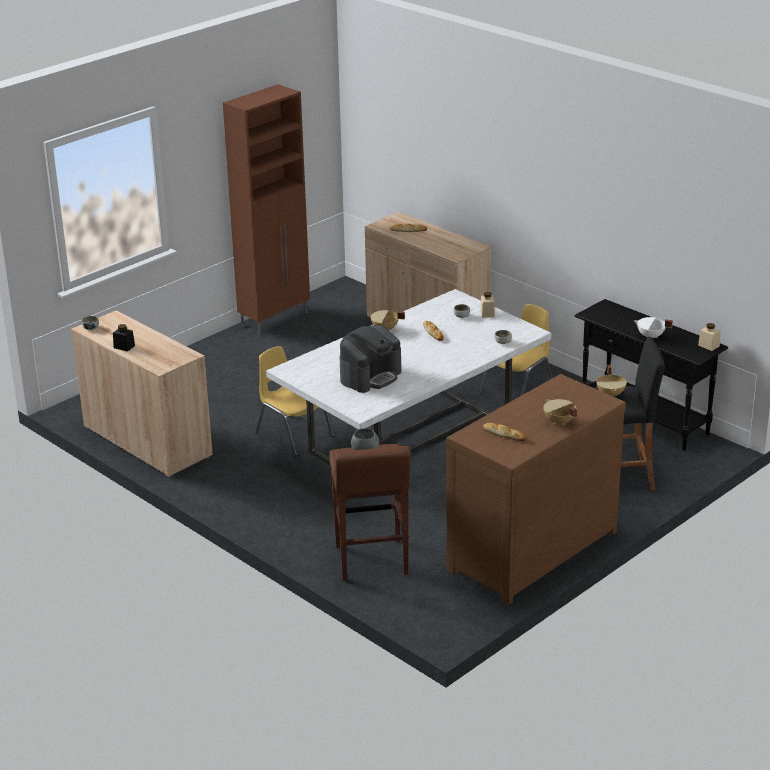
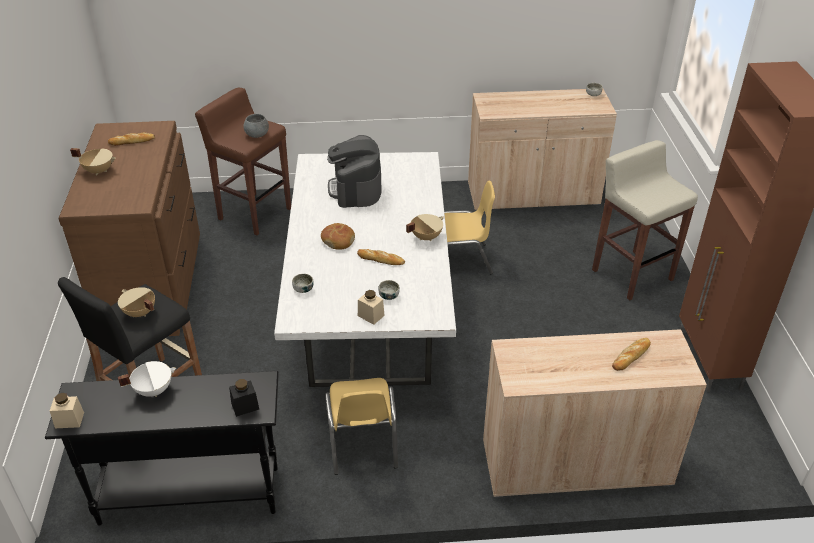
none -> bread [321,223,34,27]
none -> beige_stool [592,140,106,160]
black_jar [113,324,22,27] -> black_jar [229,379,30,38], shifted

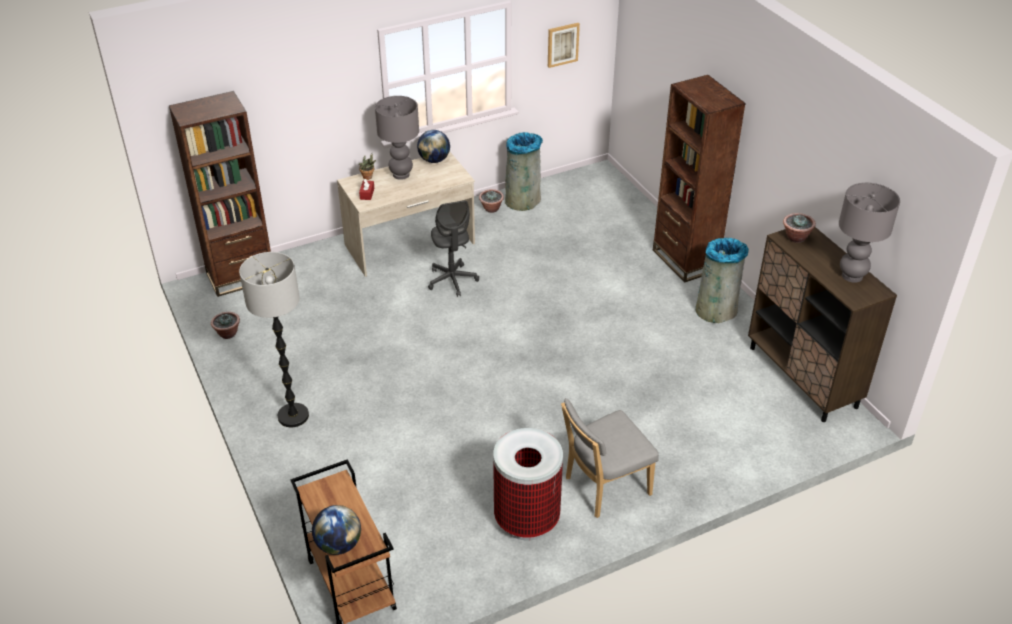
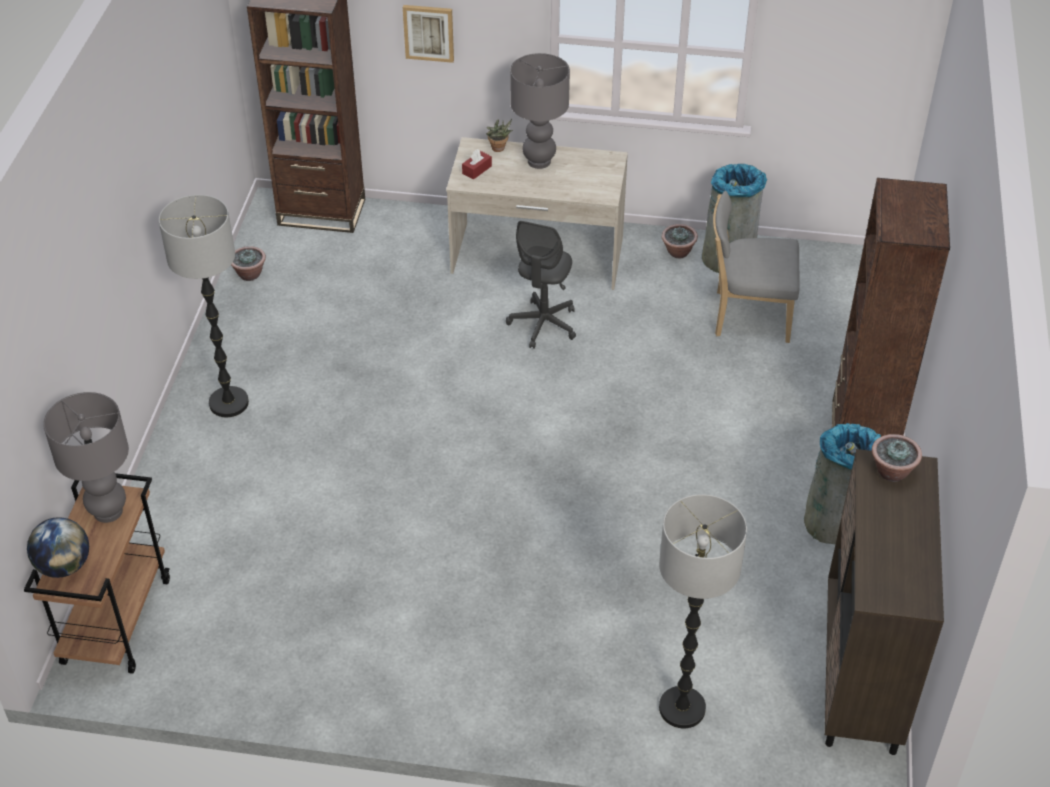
globe [417,130,33,33] -> none
trash_can [493,428,70,112] -> none
none -> floor_lamp [659,494,88,234]
picture [548,23,32,45] -> picture [403,5,51,58], shifted
grey_chair [561,398,98,120] -> grey_chair [713,191,86,152], shifted
grey_table_lamp [839,183,61,100] -> grey_table_lamp [43,392,86,131], shifted

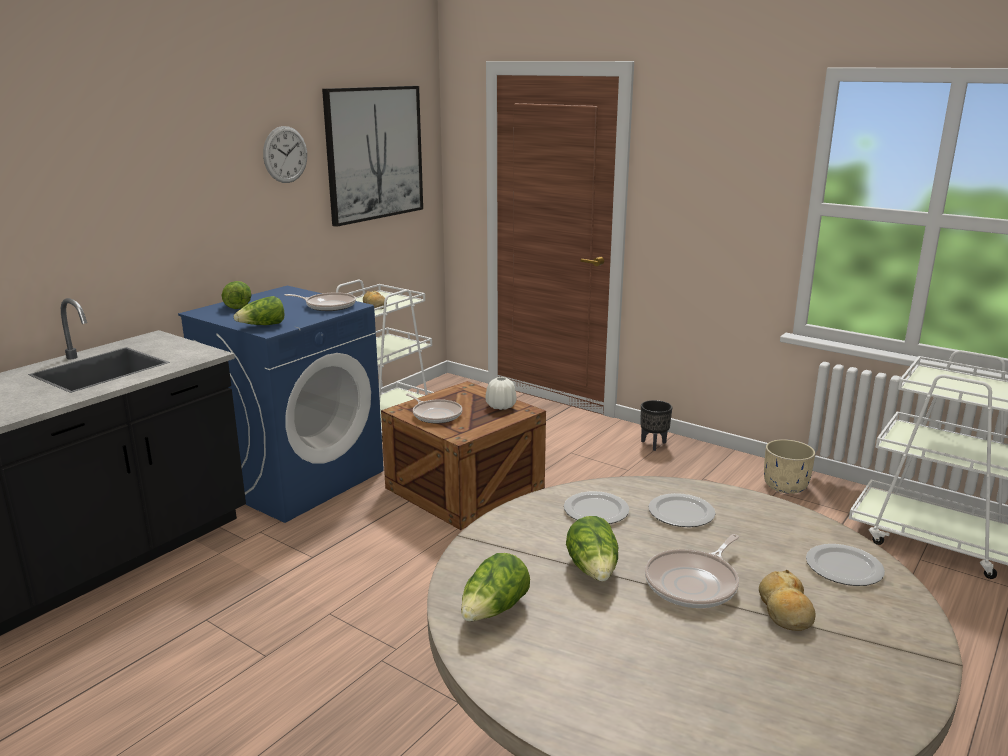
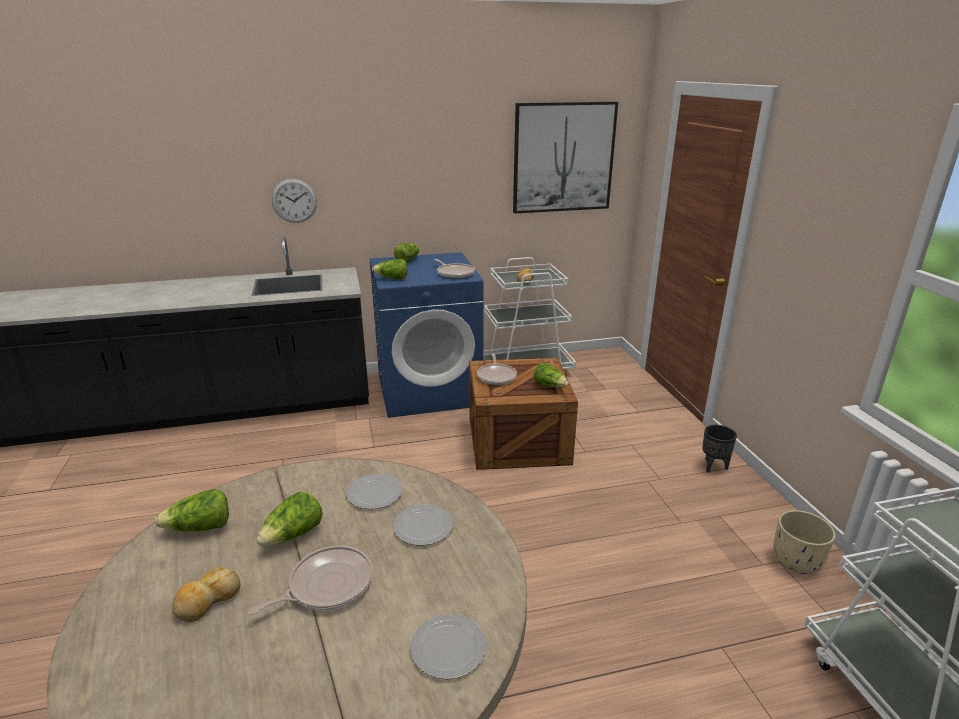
wall_clock [263,126,44,57] -> wall_clock [272,179,45,44], shifted
bread [759,570,56,61] -> bread [172,567,69,55], shifted
white_vase [486,377,30,33] -> lettuce [534,363,35,24]
frying_pan [645,534,94,74] -> frying_pan [248,546,124,69], 150 degrees clockwise

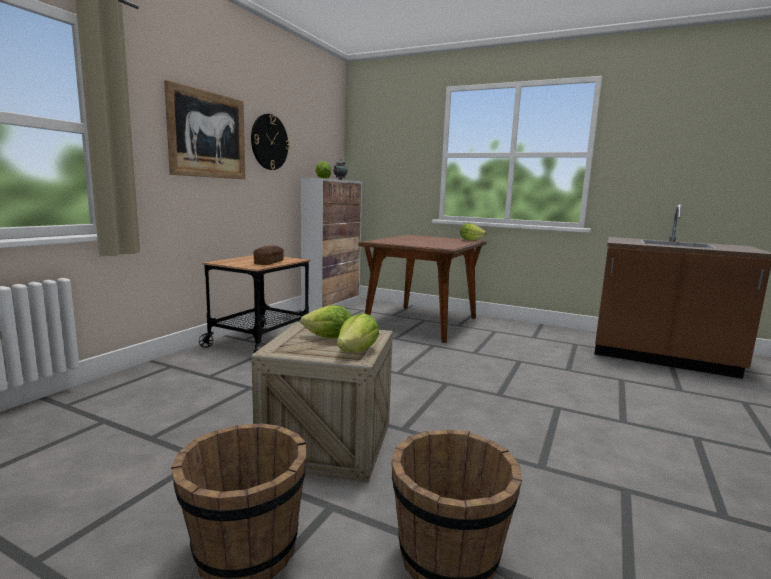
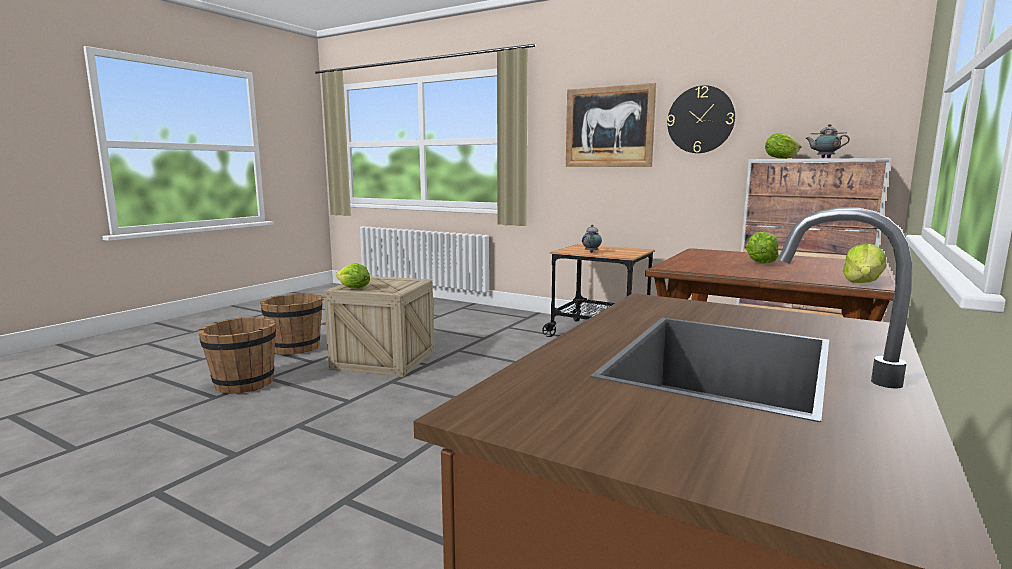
lettuce [301,305,51,33] -> lettuce [746,232,33,31], shifted
bread [253,246,31,19] -> teapot [582,225,20,28]

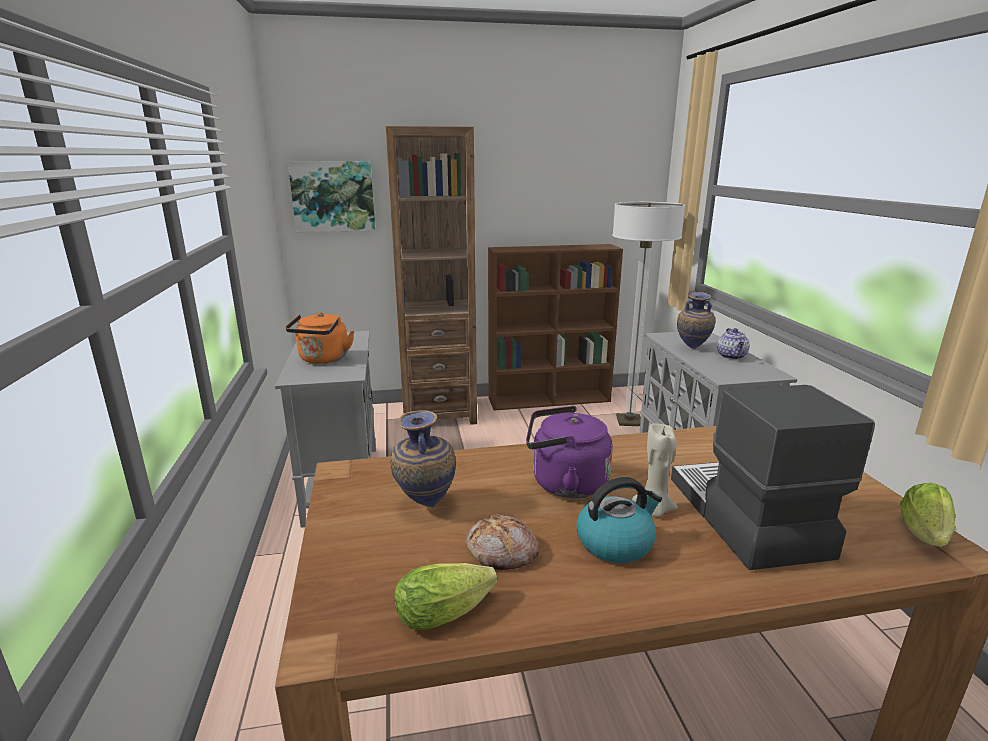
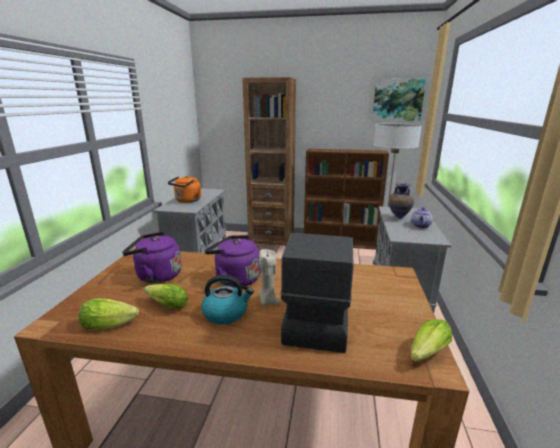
picture [288,161,87,71] -> picture [372,79,54,43], shifted
vase [390,410,66,98] -> purple_kettle [122,232,60,51]
bread [466,514,74,56] -> lettuce [144,284,44,25]

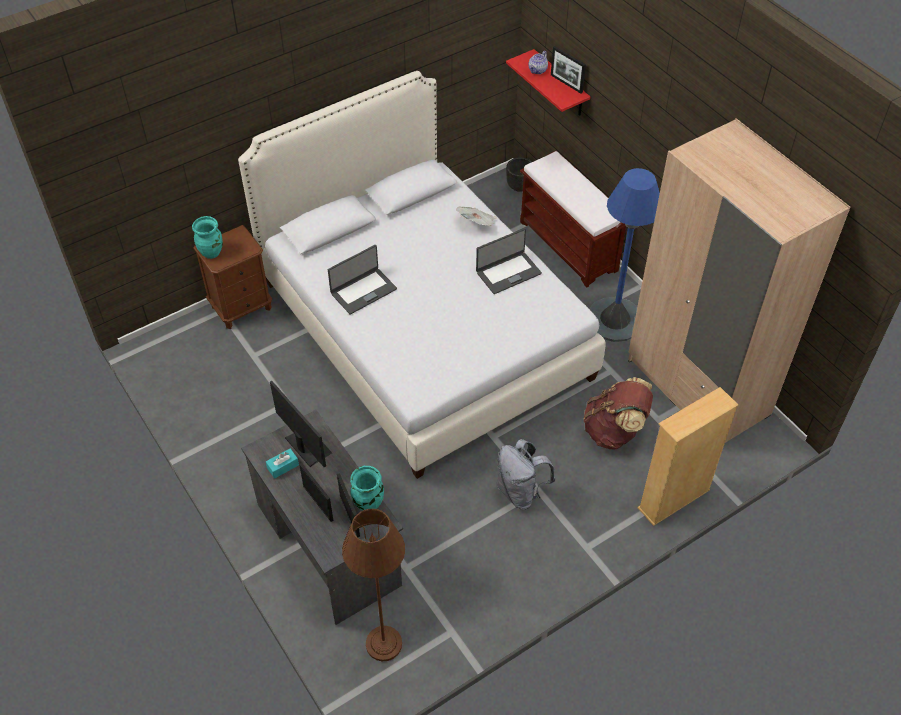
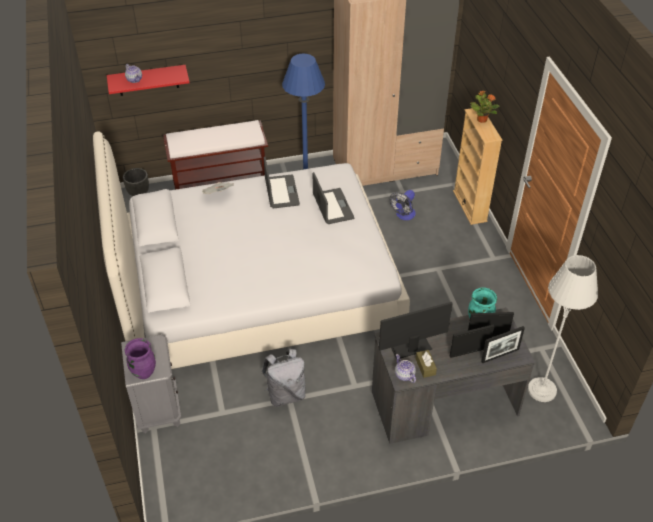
none -> teapot [395,354,21,29]
none -> potted_plant [470,91,29,32]
laptop [328,245,69,70] -> laptop [313,172,41,52], shifted
grey_backpack [497,439,59,71] -> grey_backpack [262,349,44,58], shifted
picture_frame [551,46,35,48] -> picture_frame [481,326,44,37], shifted
brown_backpack [583,377,70,73] -> fan [390,190,26,30]
turquoise_vase [192,216,31,43] -> purple_vase [125,338,31,41]
brown_nightstand [193,225,79,104] -> grey_nightstand [121,335,60,99]
turquoise_tissue_box [266,448,33,31] -> brown_tissue_box [416,350,21,28]
brown_floor_lamp [342,509,63,152] -> grey_floor_lamp [528,255,70,147]

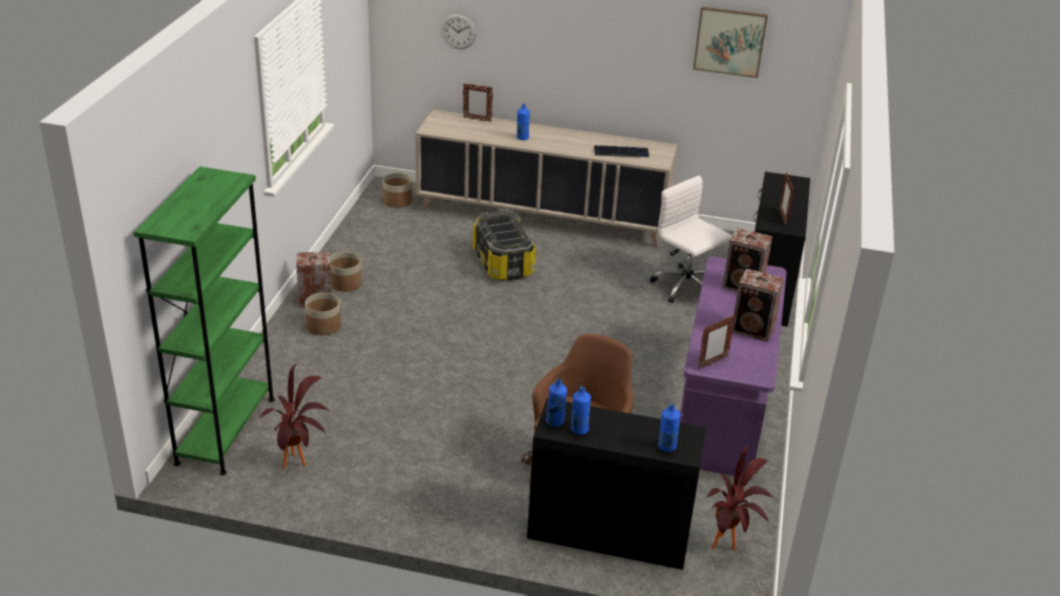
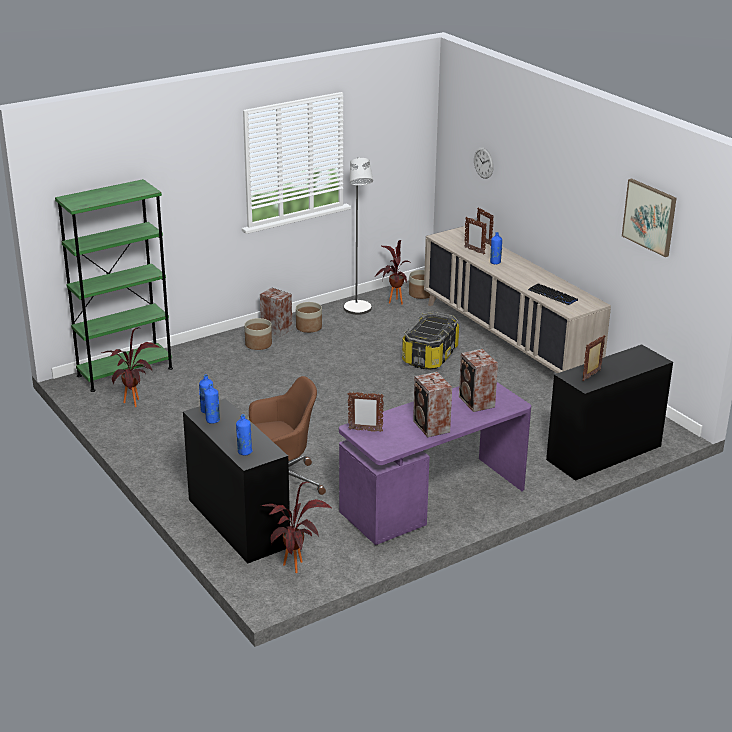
white_office_chair [650,176,82,127] -> none
none -> grey_floor_lamp [344,157,29,158]
none -> potted_plant [374,240,36,64]
none -> picture_frame [465,217,22,38]

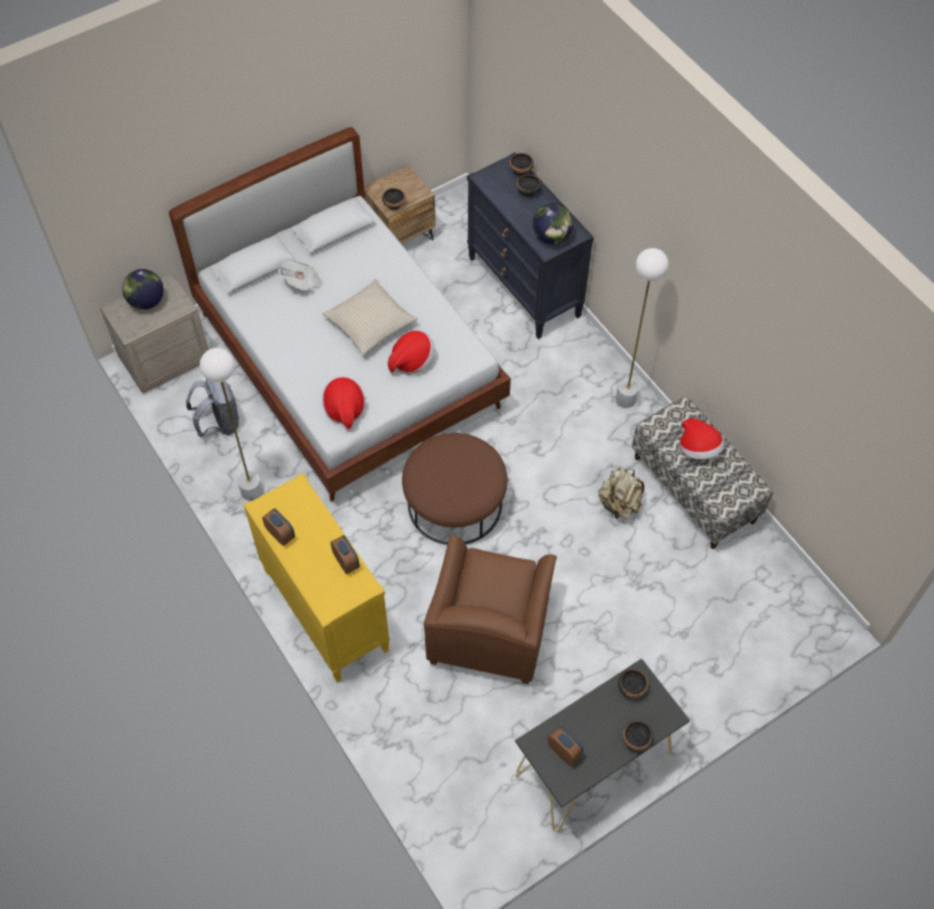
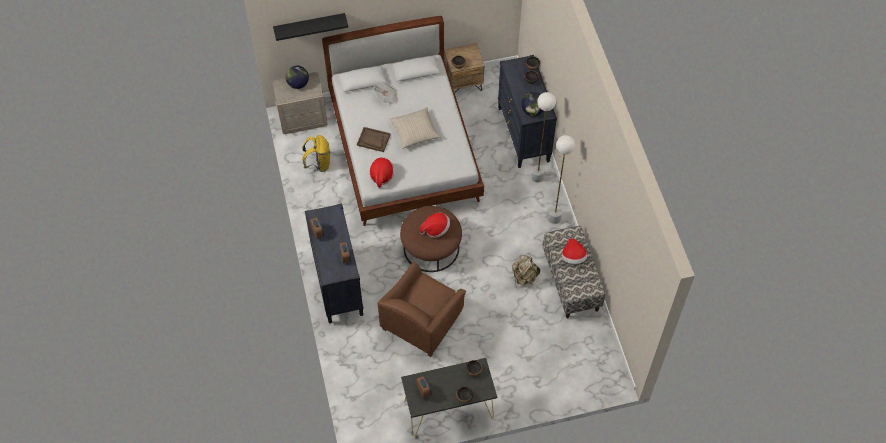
none -> black_shelf [273,13,75,28]
none -> brown_tray [357,127,33,25]
white_floor_lamp [200,348,63,153] -> white_floor_lamp [531,92,25,91], shifted
hat [388,331,46,44] -> hat [420,213,30,25], shifted
grey_backpack [186,379,54,58] -> yellow_backpack [302,135,28,37]
yellow_dresser [243,473,147,209] -> black_dresser [305,203,59,120]

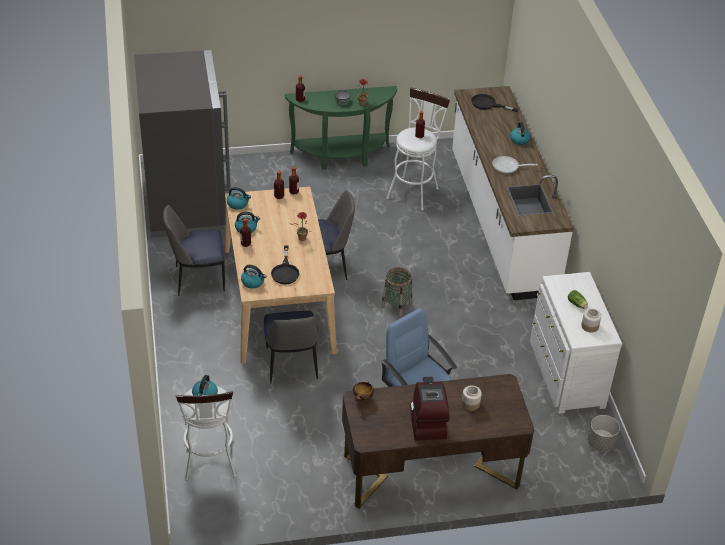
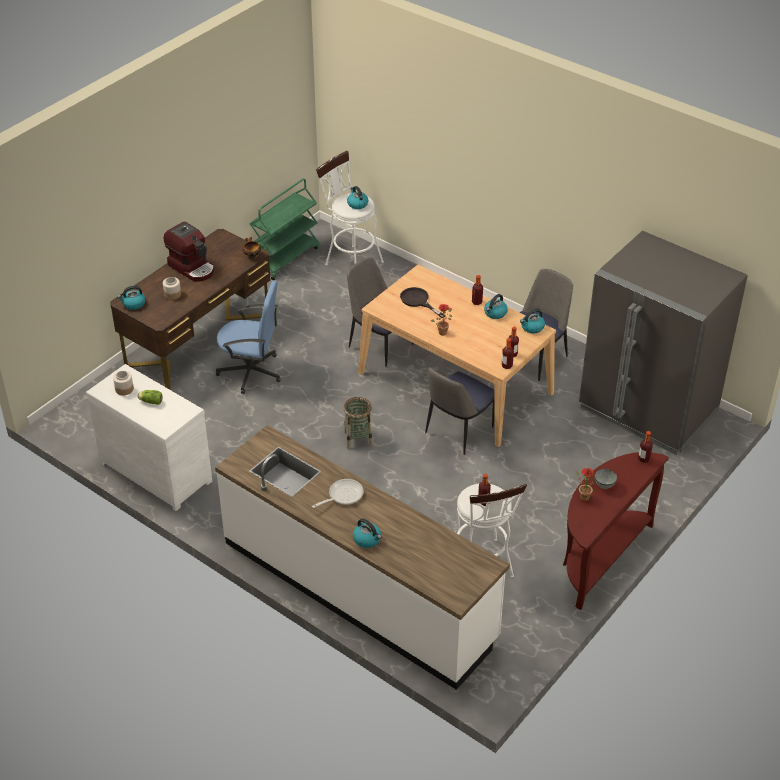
black_frying_pan [471,94,48,18] -> none
grey_planter [587,415,33,37] -> none
none -> green_cart [250,178,69,102]
kettle [241,265,26,23] -> kettle [118,286,27,24], shifted
green_console_table [285,86,112,84] -> brown_console_table [563,452,106,158]

